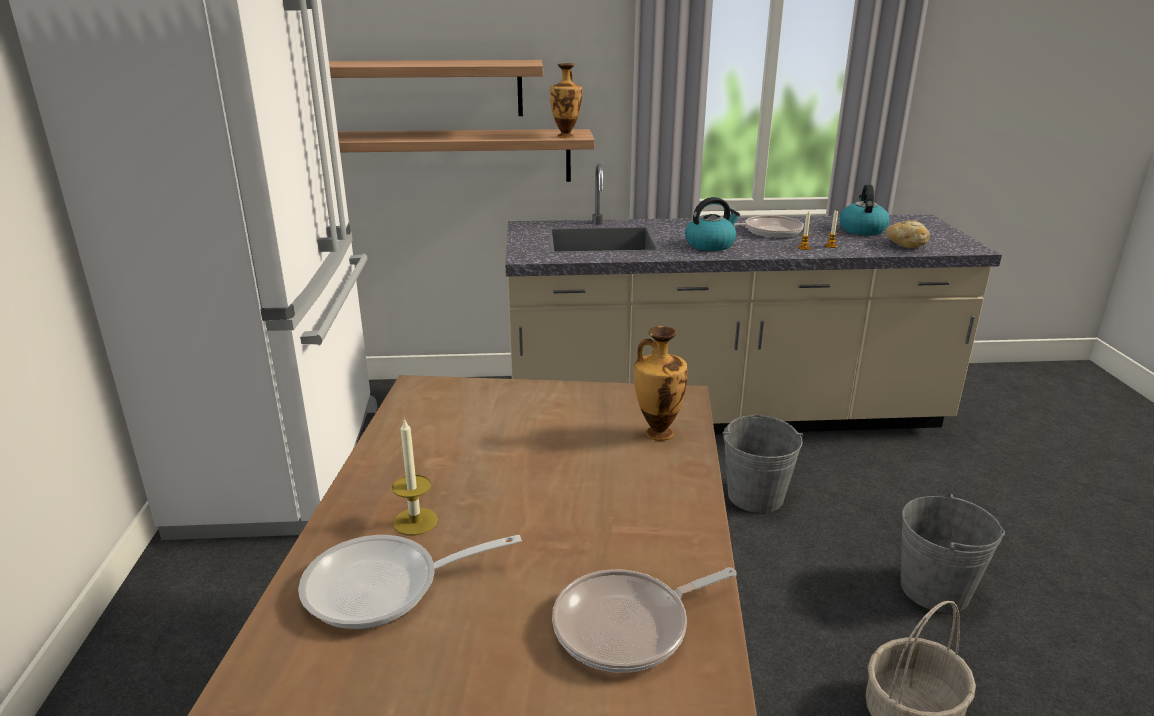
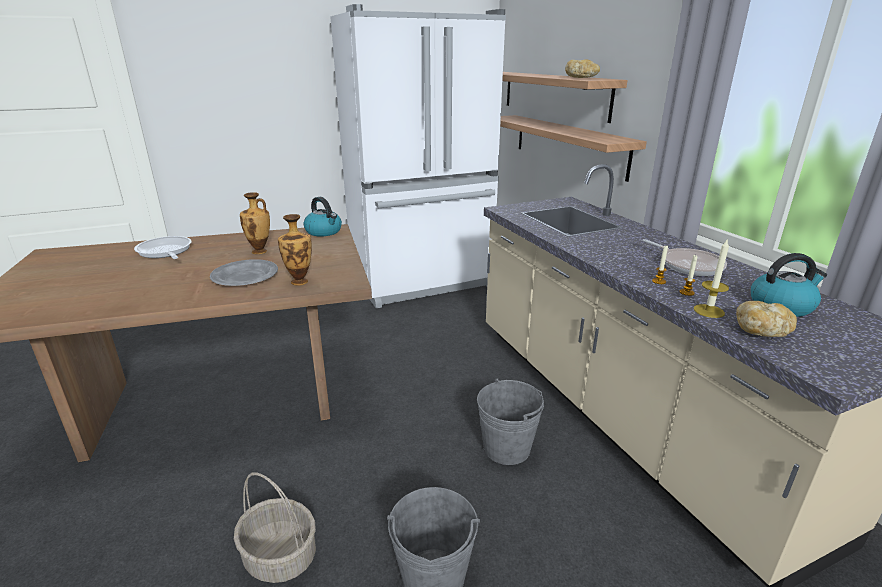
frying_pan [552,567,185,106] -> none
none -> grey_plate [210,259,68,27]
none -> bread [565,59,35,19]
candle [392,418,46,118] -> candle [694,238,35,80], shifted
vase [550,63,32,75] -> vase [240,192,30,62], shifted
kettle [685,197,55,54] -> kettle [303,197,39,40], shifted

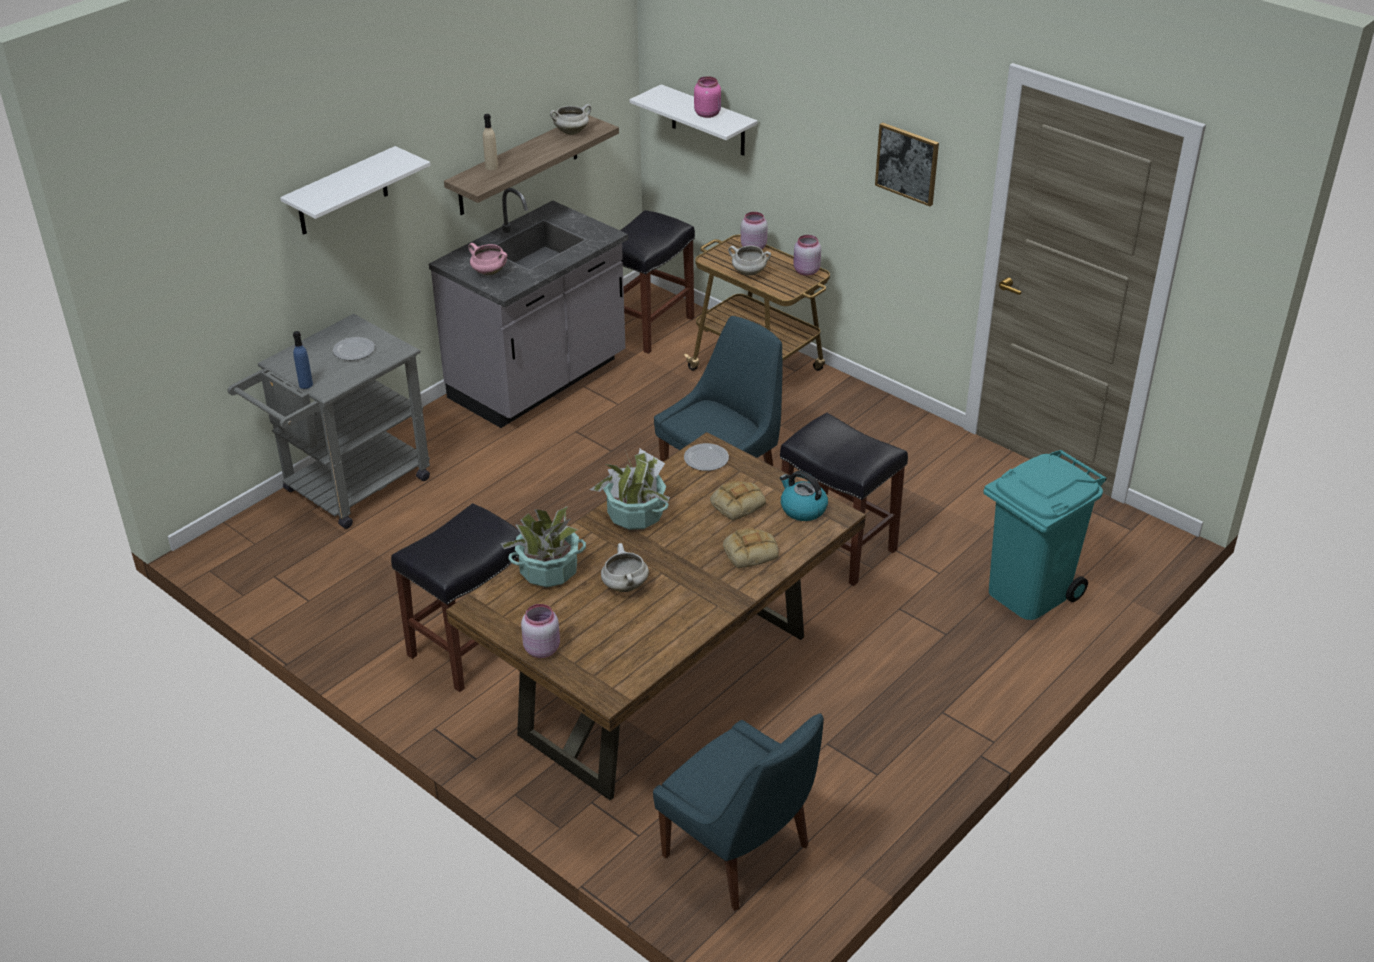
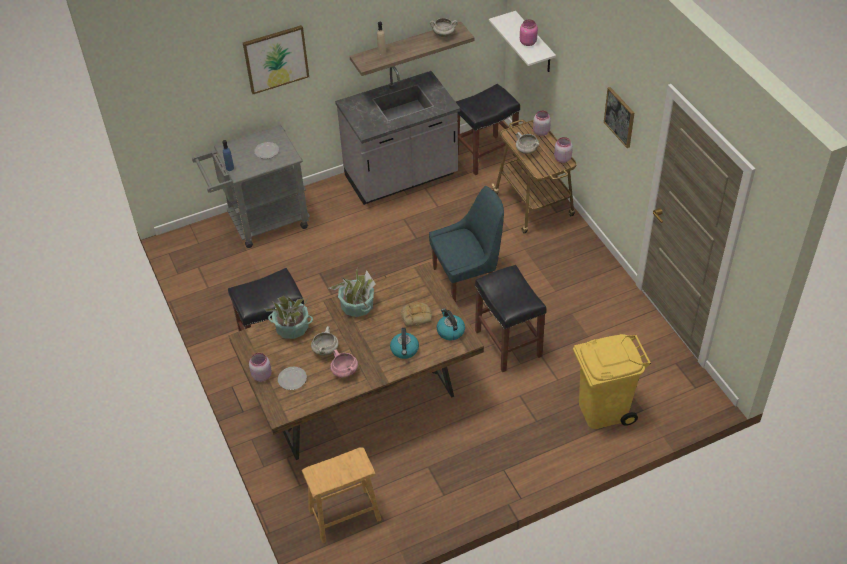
pink_cooking_pot [468,243,40,32] -> pink_cooking_pot [330,349,28,29], shifted
plate [684,443,45,28] -> plate [278,366,29,24], shifted
white_shelf [280,146,151,89] -> picture [243,25,66,69]
blue_chair [653,713,171,198] -> brown_stool [302,447,79,96]
bread [723,528,56,40] -> kettle [390,328,29,31]
turquoise_trash_can [984,450,123,170] -> yellow_trash_can [573,334,78,95]

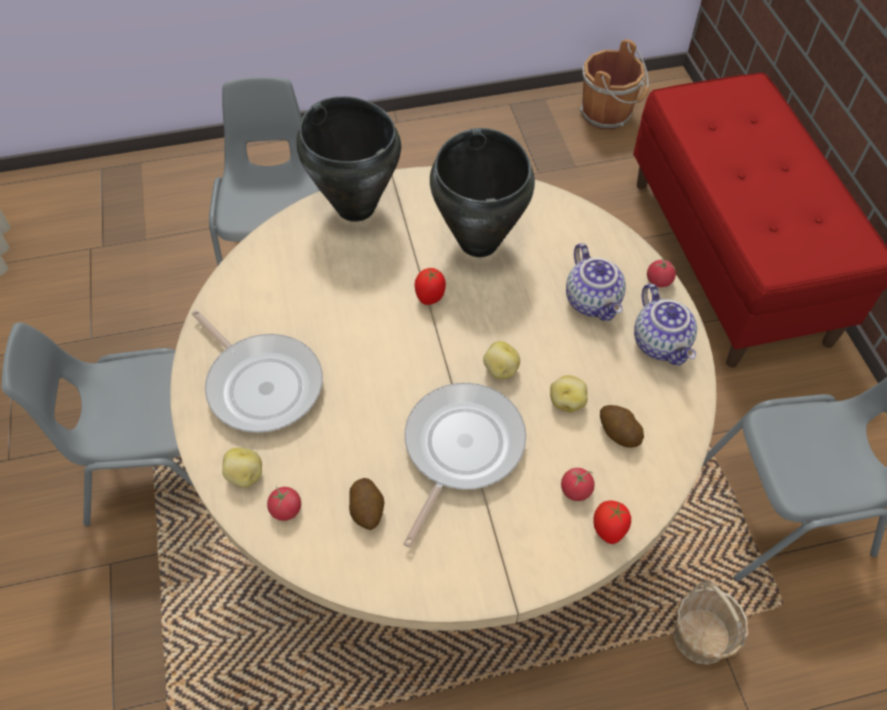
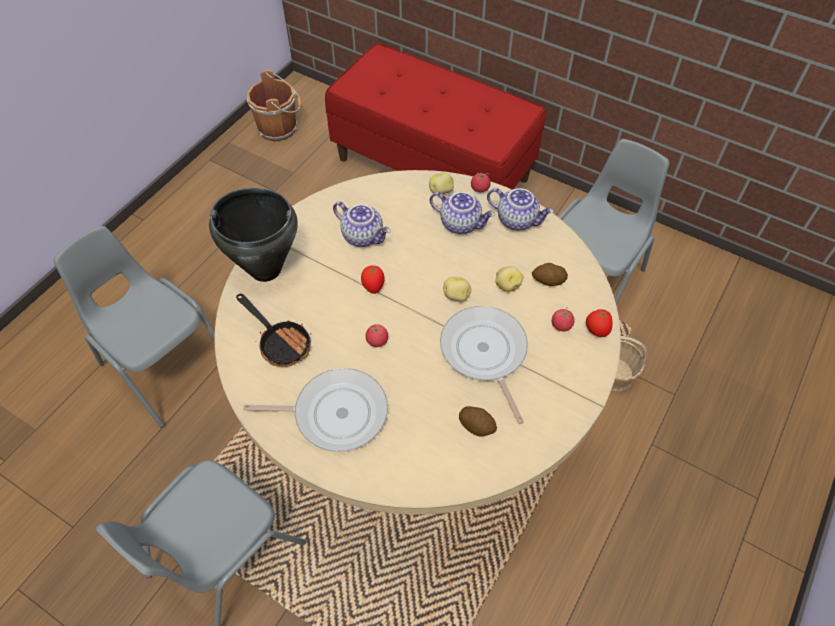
none -> frying_pan [236,294,76,73]
potato [222,447,40,40] -> potato [429,173,25,21], shifted
tomato [267,486,34,35] -> tomato [365,324,23,23], shifted
black_cooking_pot [430,128,105,129] -> teapot [333,202,57,45]

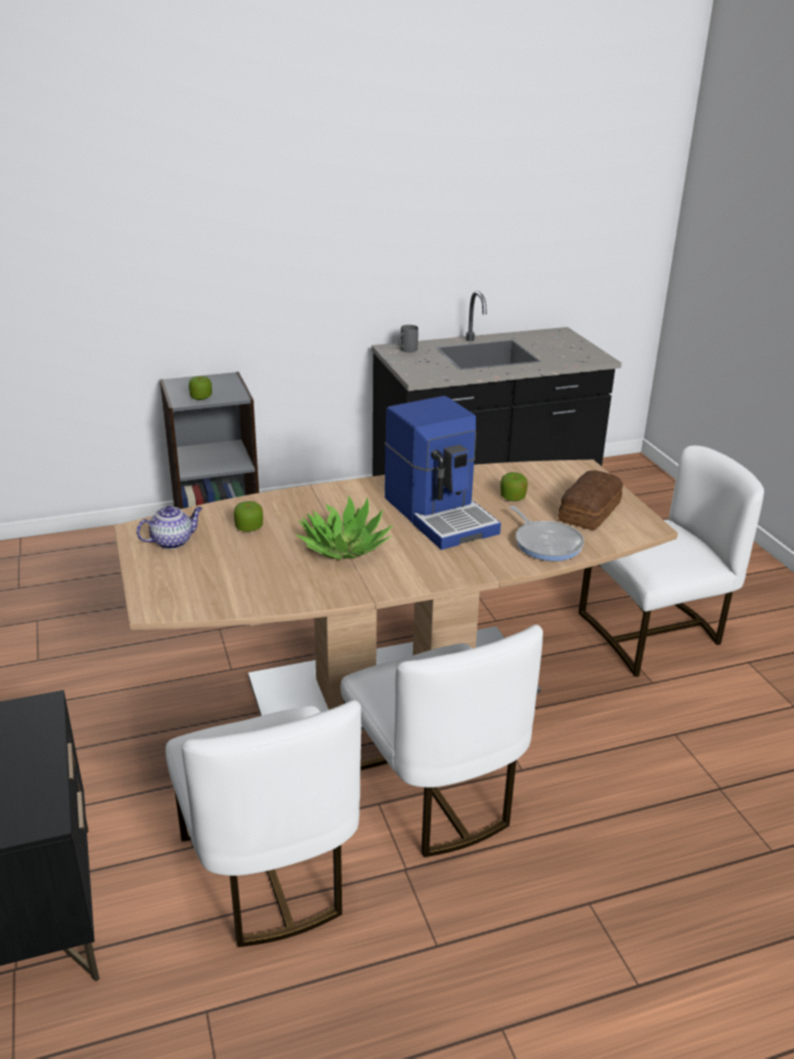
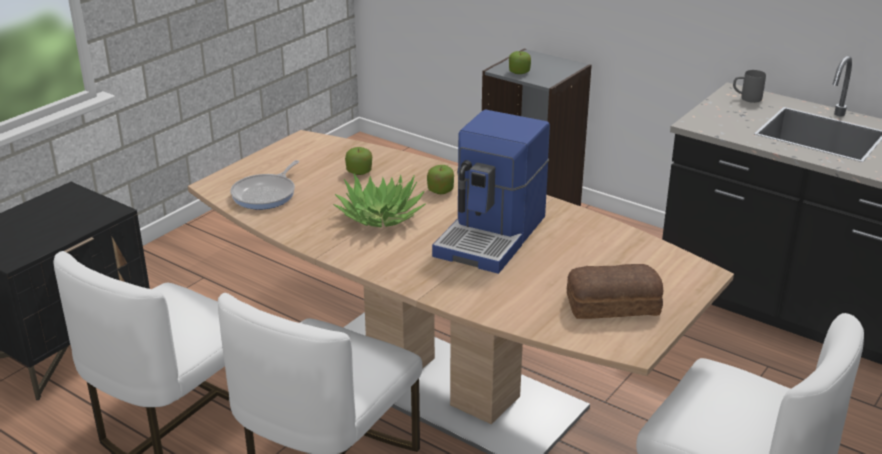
teapot [136,506,66,43] -> none
apple [500,472,28,29] -> apple [427,165,27,29], shifted
frying_pan [510,506,74,55] -> frying_pan [230,160,69,49], shifted

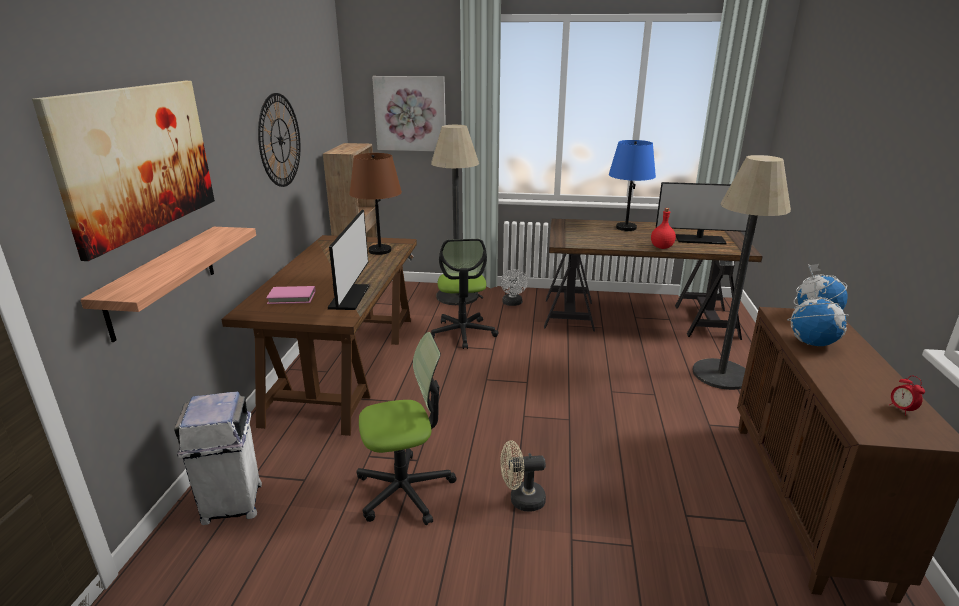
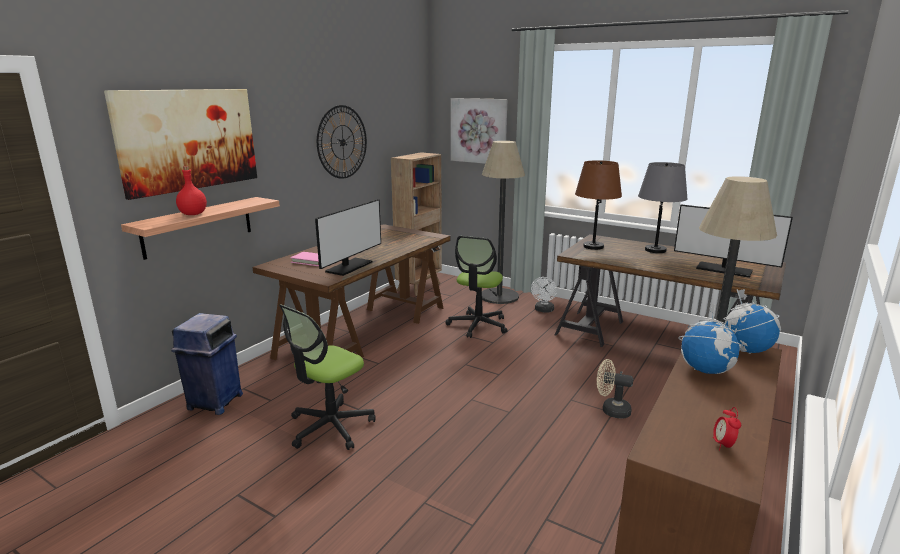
brown_table_lamp [349,153,53,102] -> brown_table_lamp [575,160,47,90], shifted
beige_fan [500,440,46,71] -> beige_fan [597,359,36,59], shifted
red_bottle [651,208,25,41] -> red_bottle [176,166,31,49], shifted
white_trash_can [174,392,88,133] -> blue_trash_can [171,313,72,102]
blue_table_lamp [609,140,47,91] -> grey_table_lamp [638,162,49,91]
office_chair [357,332,100,193] -> office_chair [279,304,97,146], 120 degrees clockwise

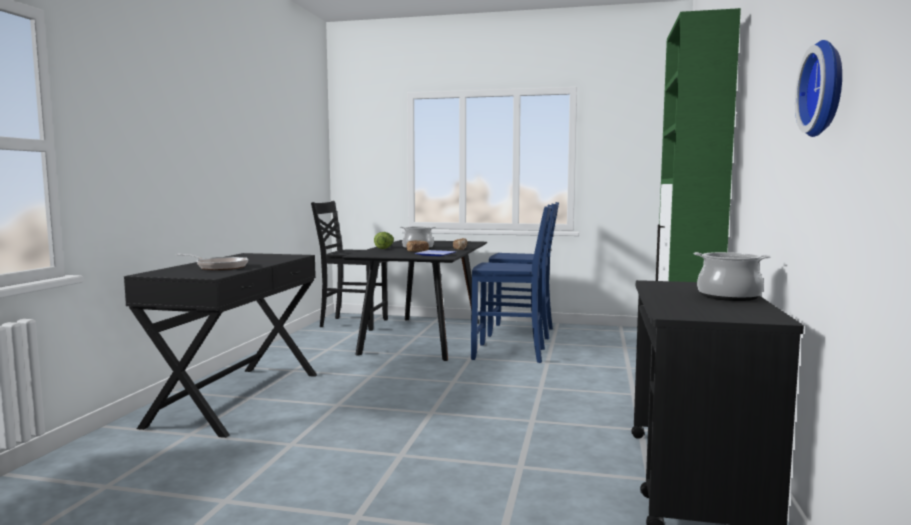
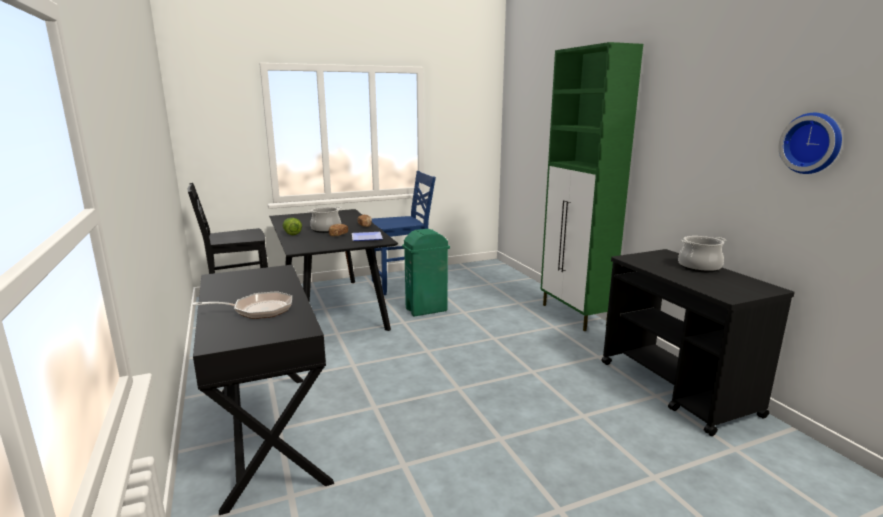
blue_chair [471,205,81,158] -> green_trash_can [402,229,48,88]

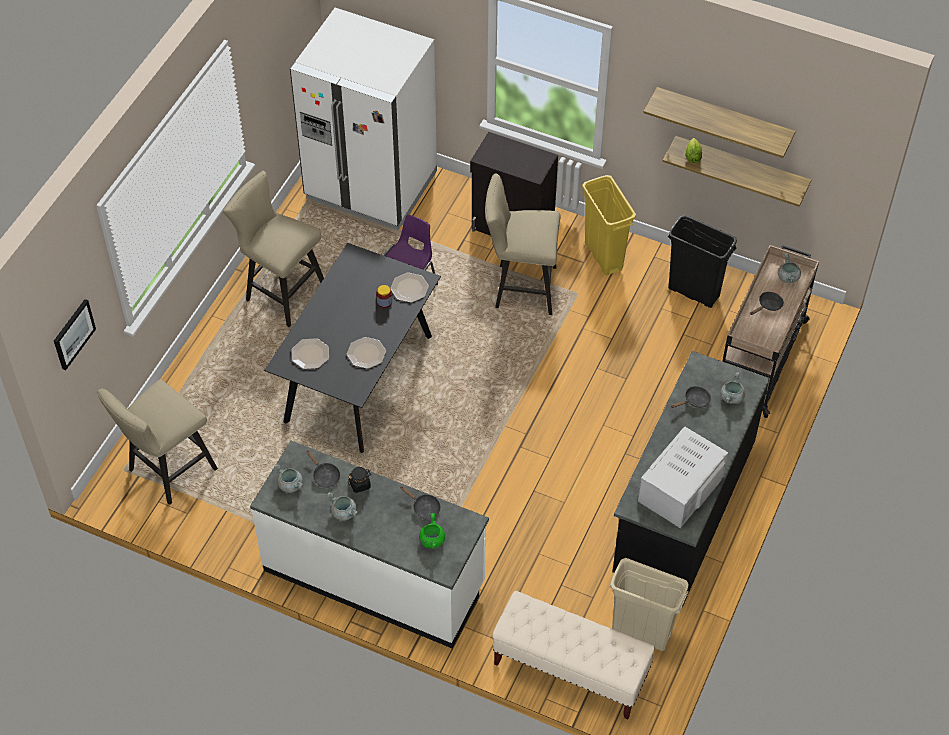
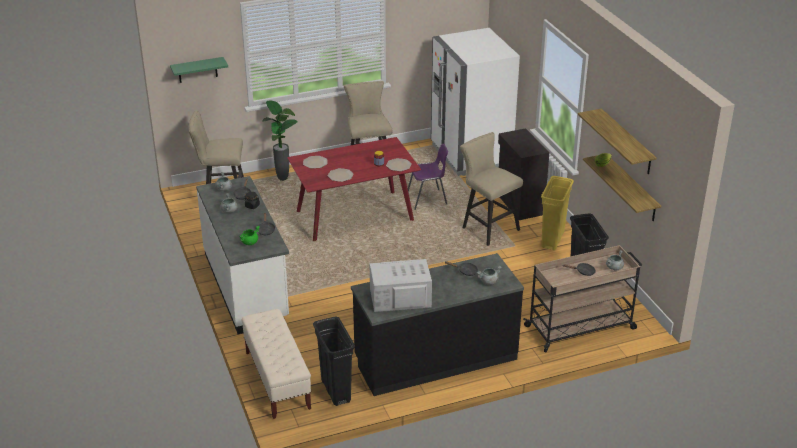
none -> potted_plant [262,101,36,80]
picture [54,299,42,71] -> green_shelf [170,57,58,26]
black_dining_table [264,243,177,210] -> red_dining_table [287,137,134,104]
beige_trash_can [609,558,80,93] -> black_trash_can [313,317,42,89]

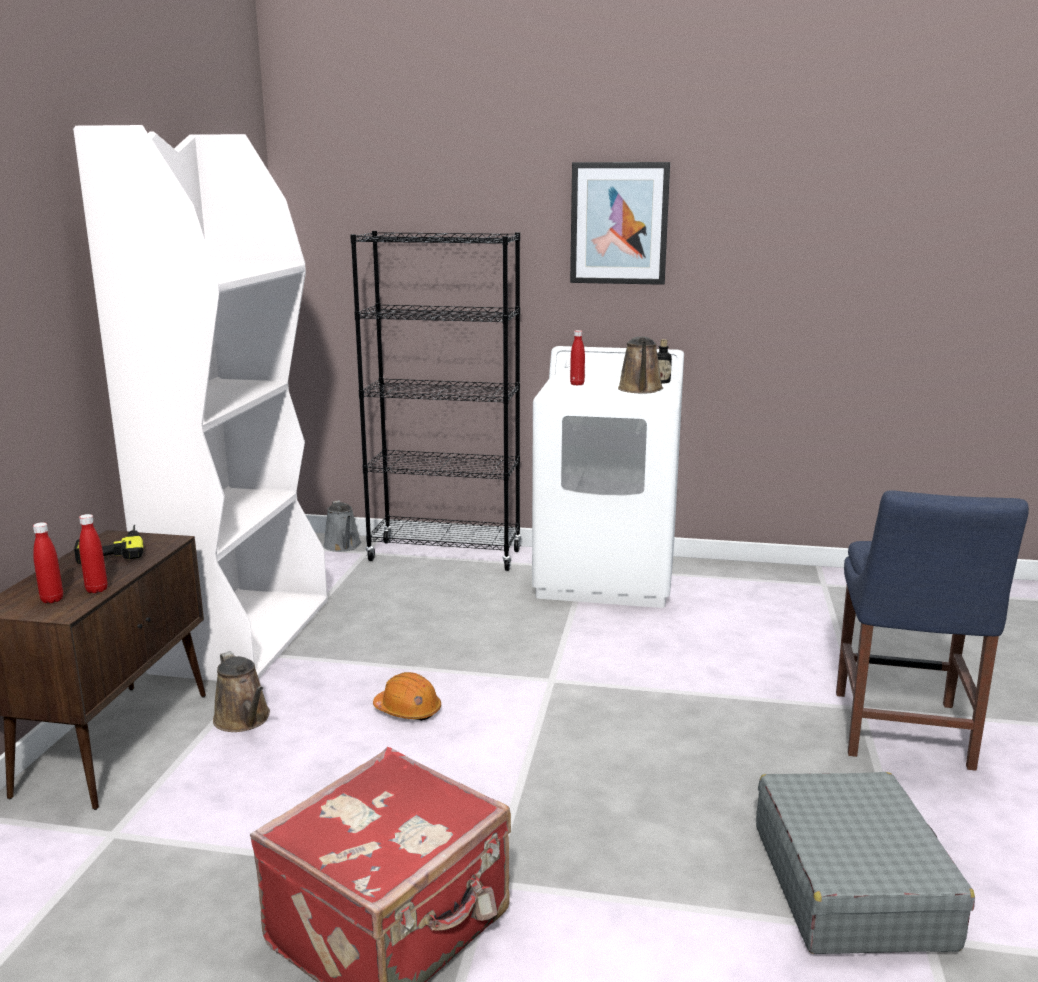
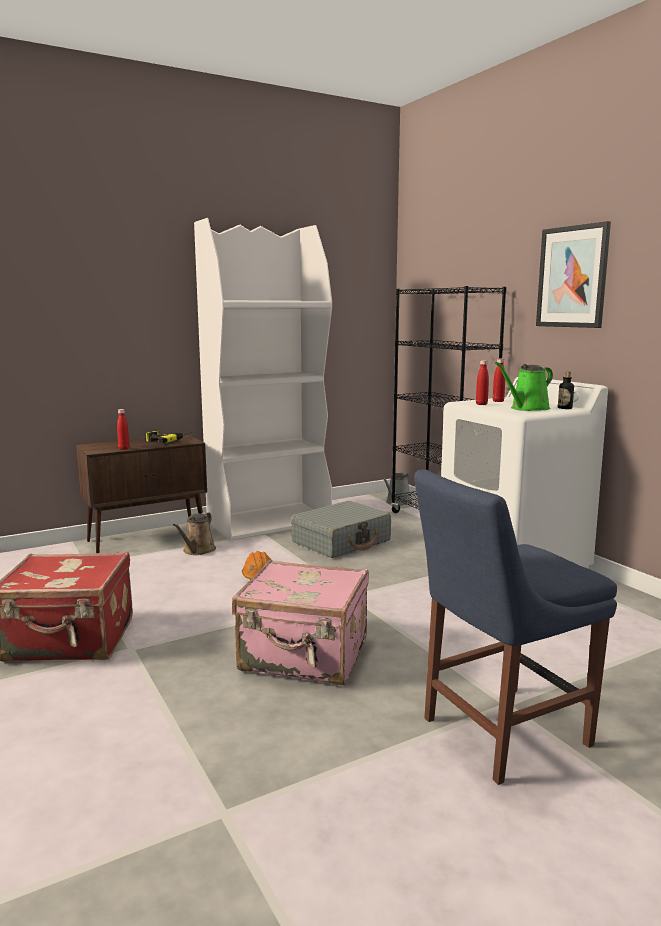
none -> pink_suitcase [232,560,137,125]
red_bottle [33,522,30,81] -> red_bottle [476,360,13,45], shifted
grey_suitcase [756,772,219,182] -> grey_suitcase [291,501,100,57], shifted
brown_watering_can [618,336,45,58] -> green_watering_can [495,362,58,49]

